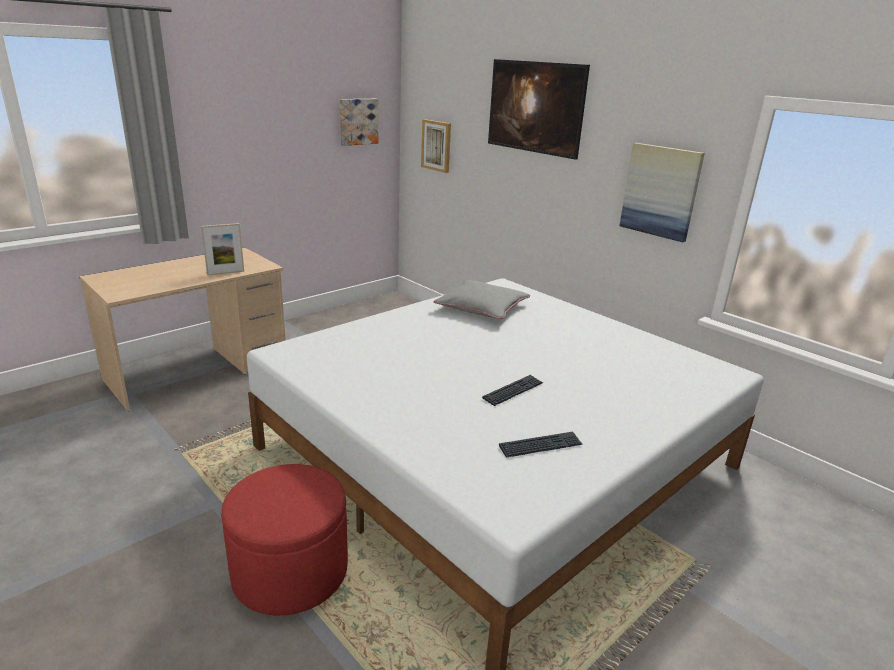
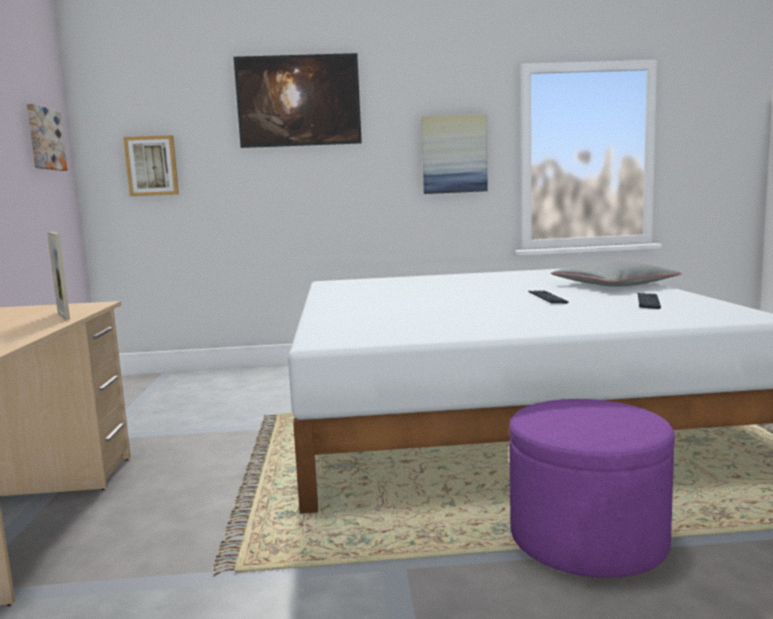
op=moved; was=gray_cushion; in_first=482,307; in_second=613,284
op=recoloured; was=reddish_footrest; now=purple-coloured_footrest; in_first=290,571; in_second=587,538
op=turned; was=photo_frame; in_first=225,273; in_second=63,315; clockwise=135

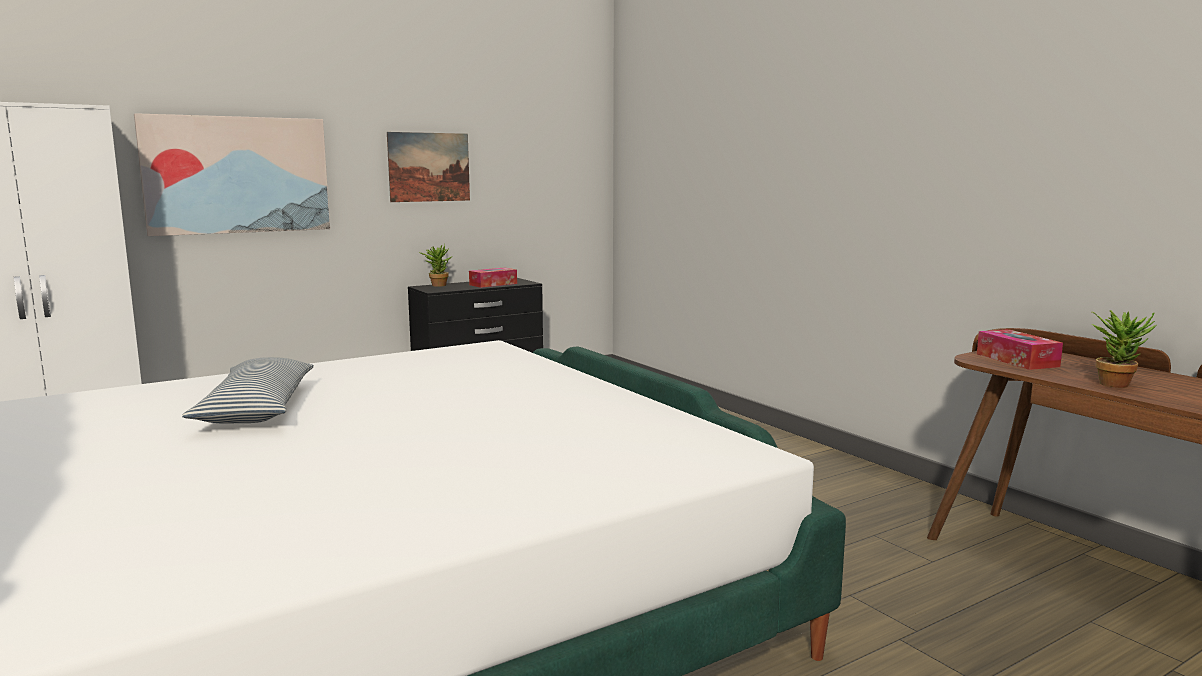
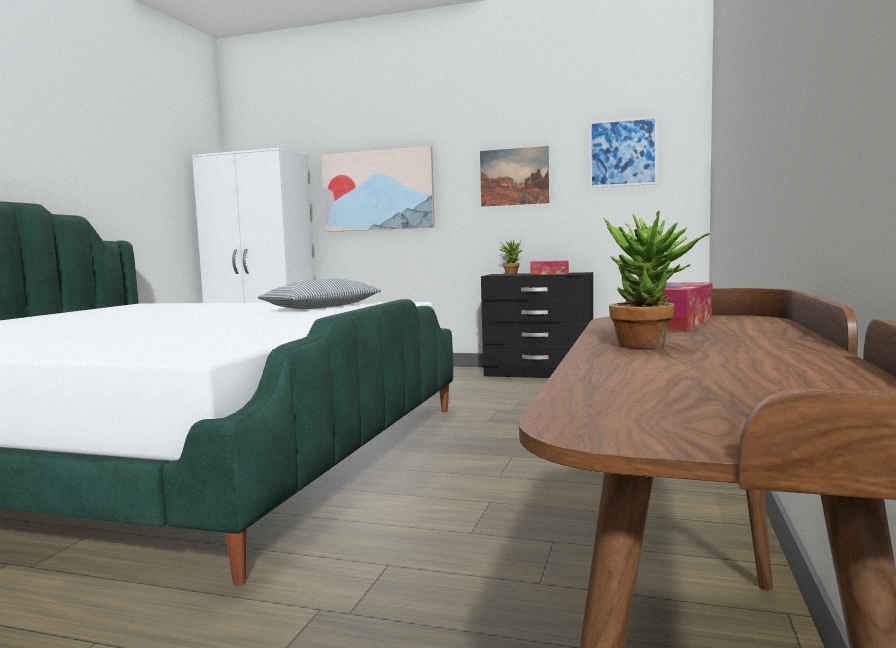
op=added; now=wall_art; in_second=622,152
op=moved; was=cushion; in_first=257,409; in_second=323,307

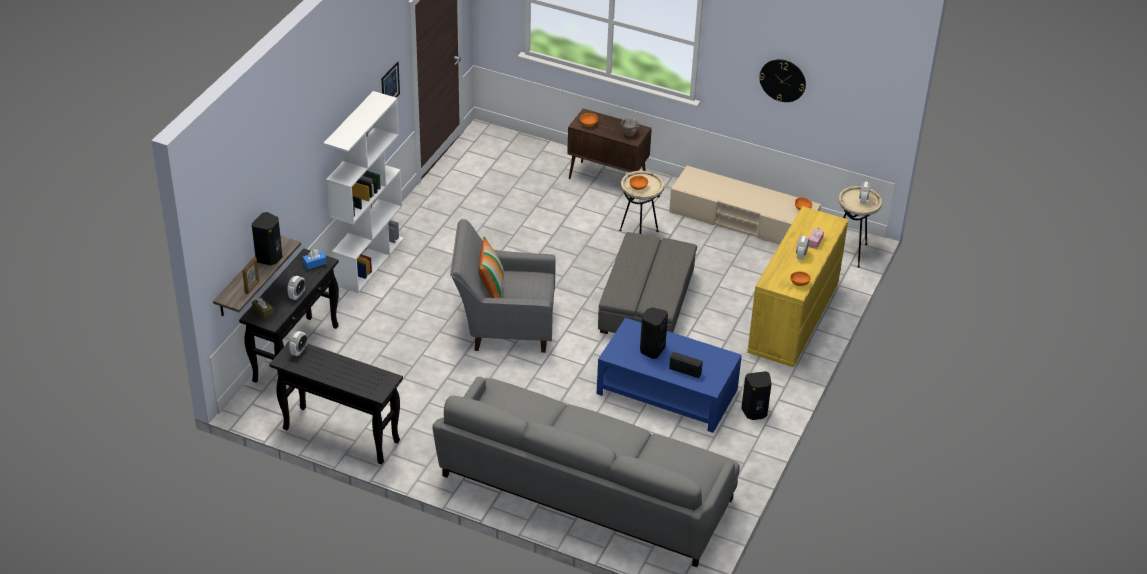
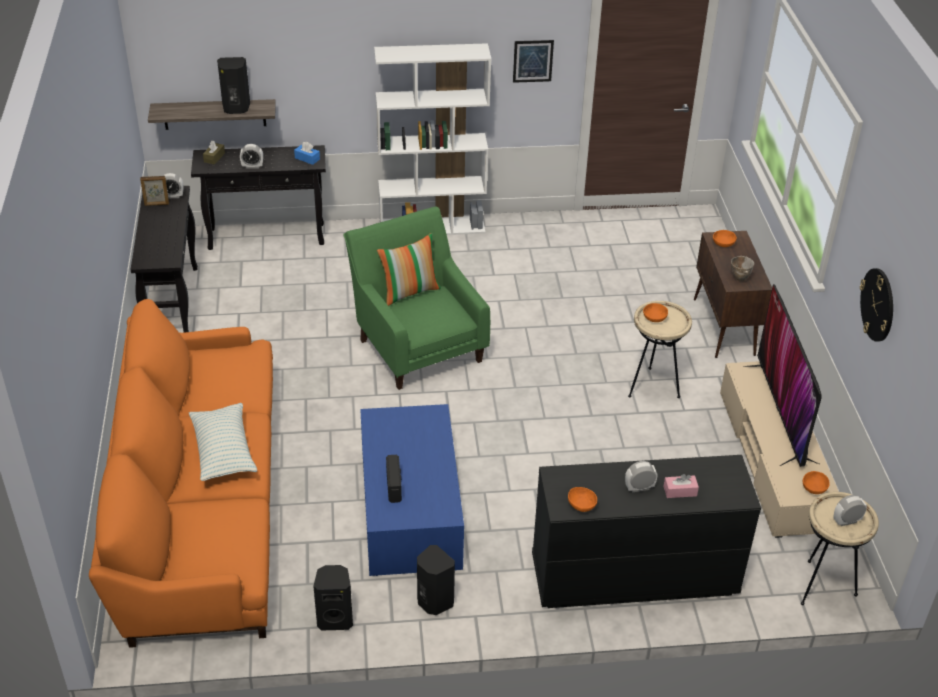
op=removed; was=gray_footrest; in_first=647,302
op=added; now=cushion; in_second=223,451
op=added; now=TV_set; in_second=781,413
op=moved; was=photo_frame; in_first=252,287; in_second=157,204
op=moved; was=black-coloured_audio_speaker; in_first=651,350; in_second=335,619
op=recoloured; was=gray_settee; now=orangey_settee; in_first=584,490; in_second=201,502
op=recoloured; was=gray_lounge_chair; now=green_lounge_chair; in_first=504,324; in_second=417,345
op=recoloured; was=yellow_drawer_chest; now=black-coloured_drawer_chest; in_first=792,321; in_second=632,576

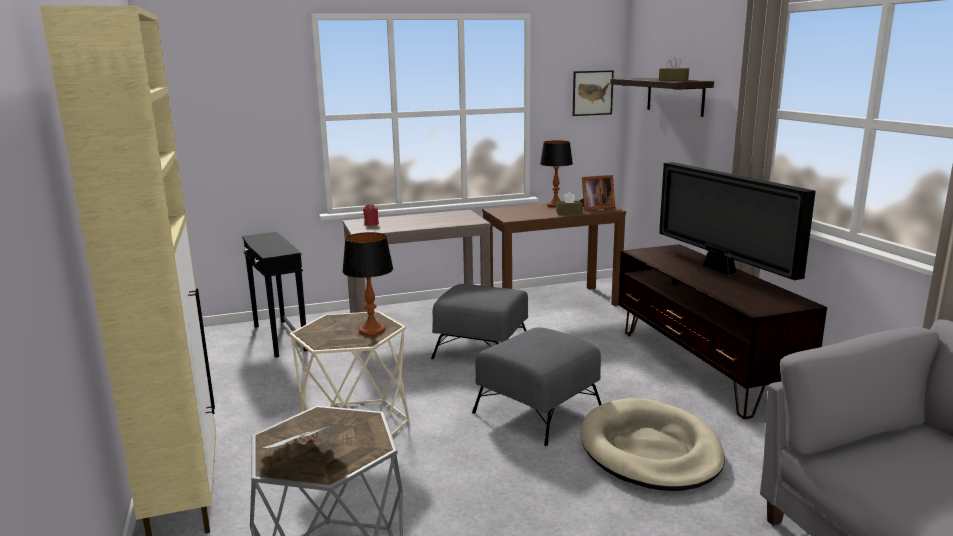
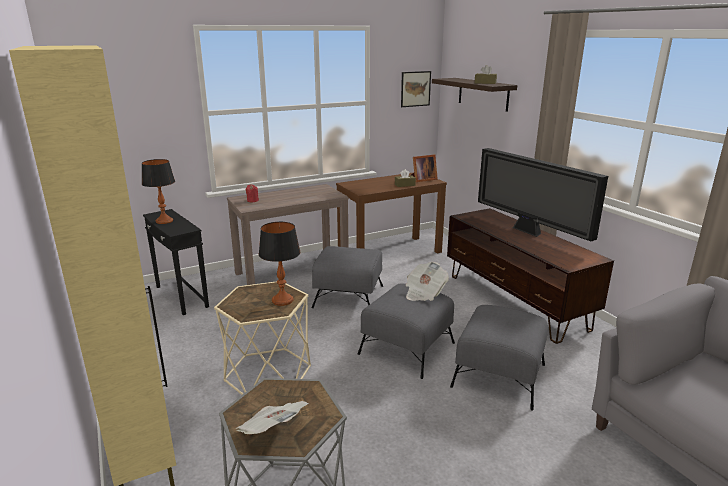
op=added; now=newspaper; in_second=424,293
op=moved; was=tabletop_lamp; in_first=555,205; in_second=164,221
op=replaced; was=beige-coloured_pet_bed; now=gray_footrest; in_first=649,450; in_second=498,375

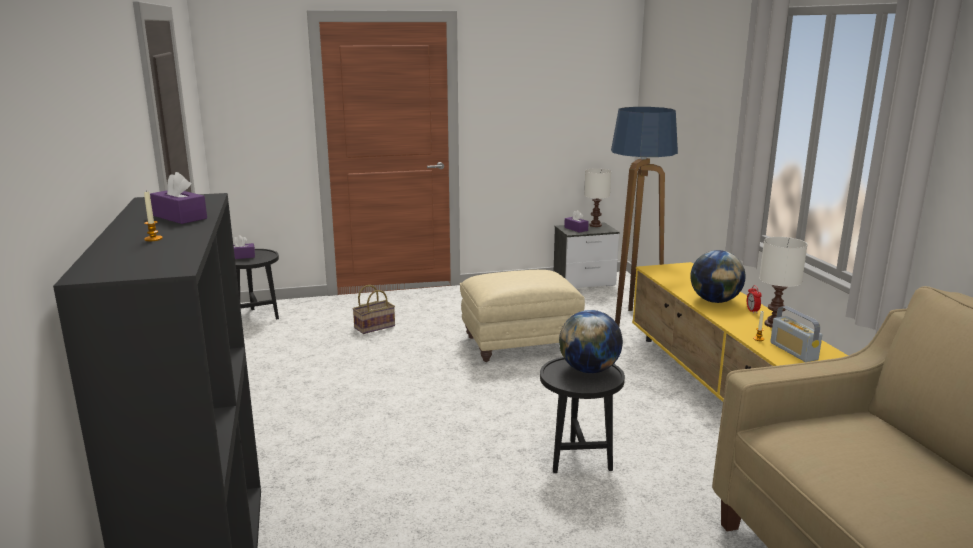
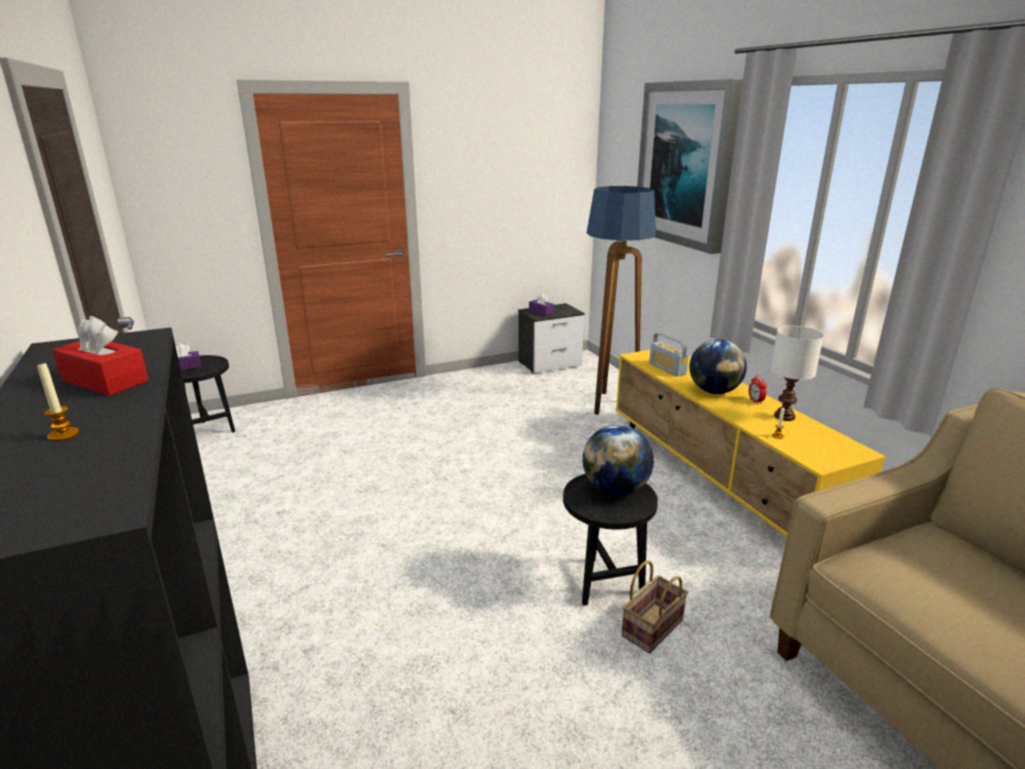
op=removed; was=beige-coloured_footrest; in_first=519,345
op=removed; was=white_tabletop_lamp; in_first=595,225
op=added; now=wall_art; in_second=686,164
op=moved; was=storage_basket; in_first=375,326; in_second=652,626
op=moved; was=radio_receiver; in_first=793,351; in_second=667,368
op=recoloured; was=purple-coloured_tissue_holder; now=reddish_tissue_holder; in_first=180,217; in_second=105,381

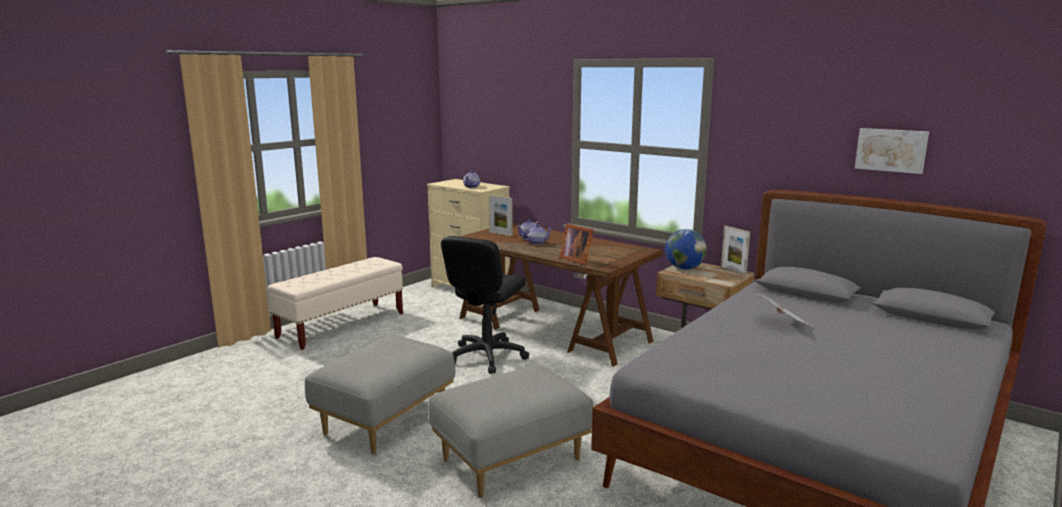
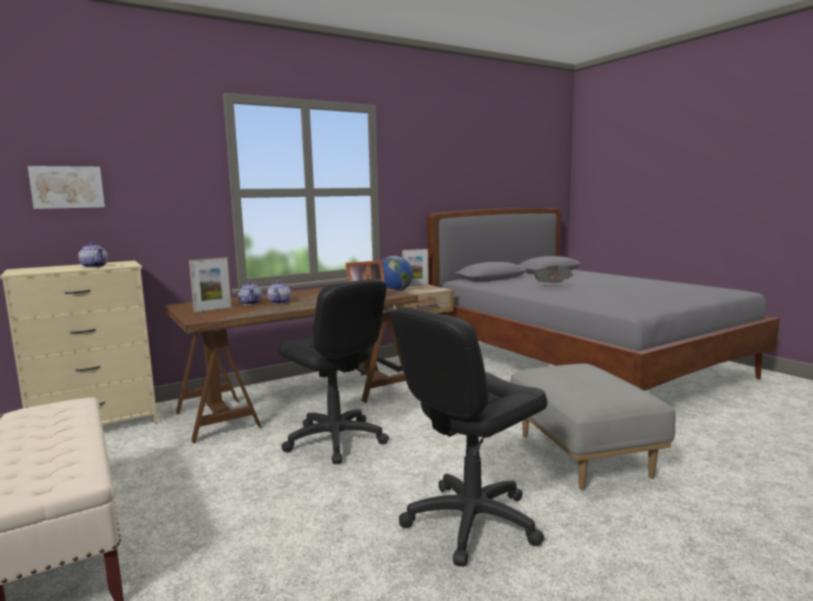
op=moved; was=wall_art; in_first=891,150; in_second=67,187
op=replaced; was=gray_footrest; now=black-coloured_desk_chair; in_first=385,420; in_second=471,521

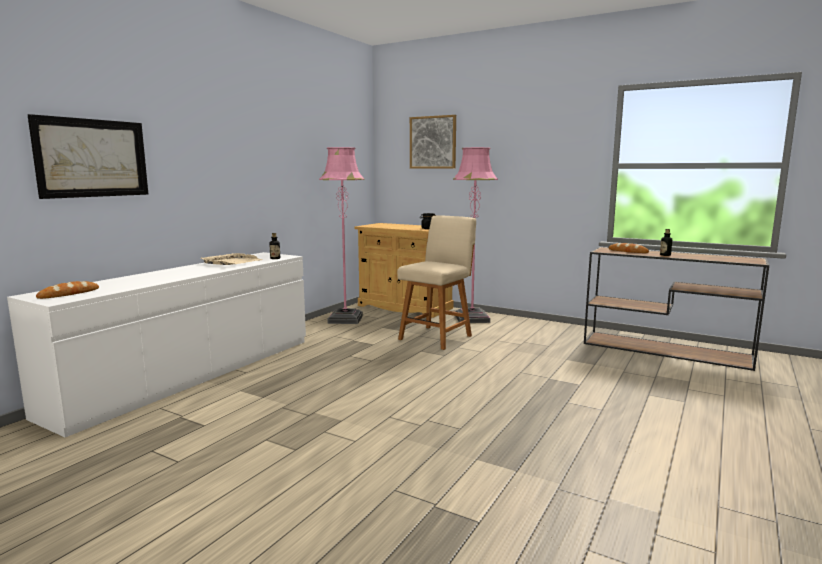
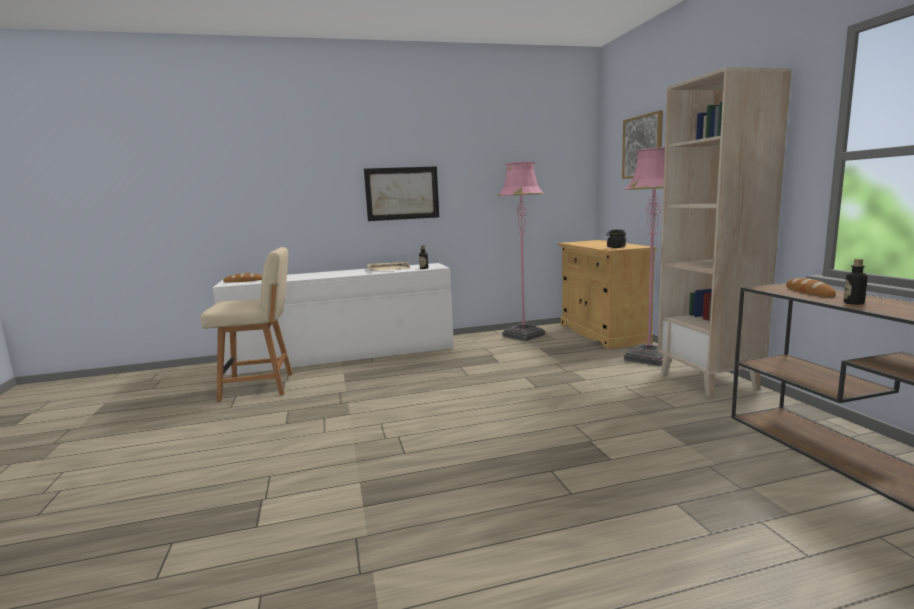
op=added; now=beige-coloured_shelving_unit; in_second=709,380
op=moved; was=wall_art; in_first=92,158; in_second=402,193
op=moved; was=beige-coloured_upright_chair; in_first=437,337; in_second=260,386

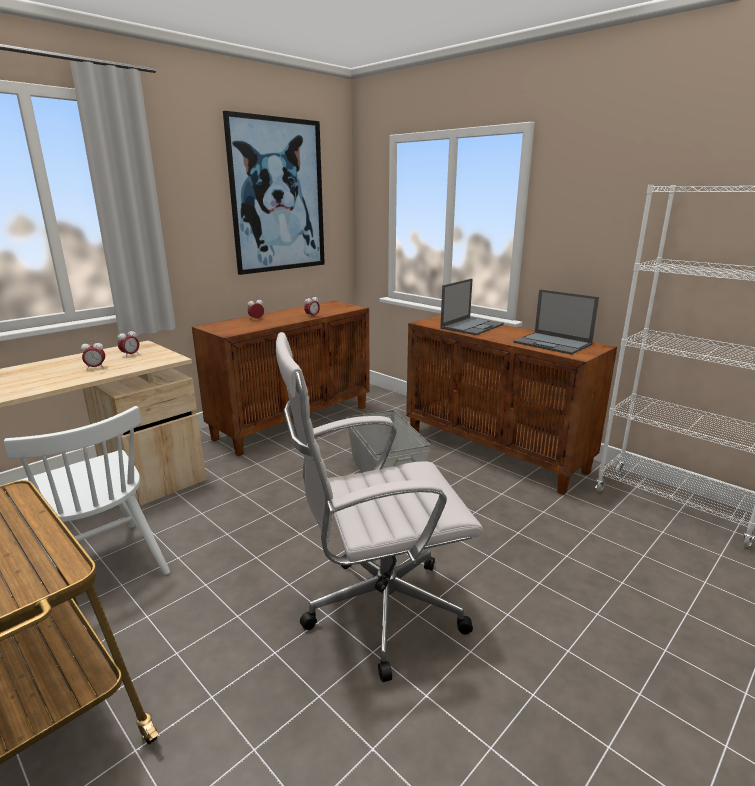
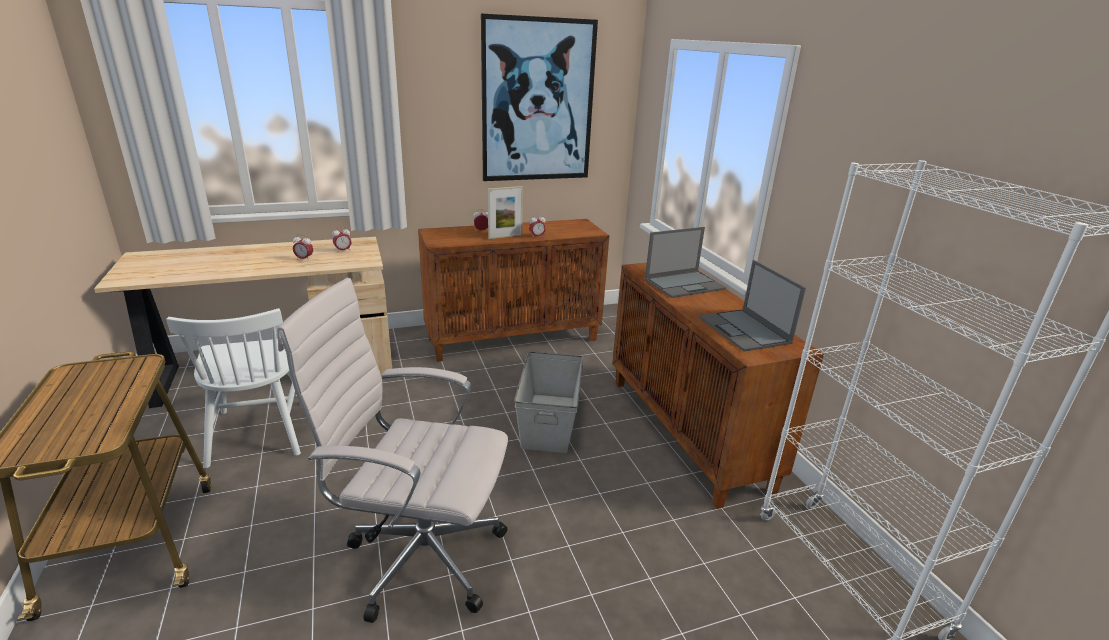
op=added; now=photo_frame; in_second=505,236

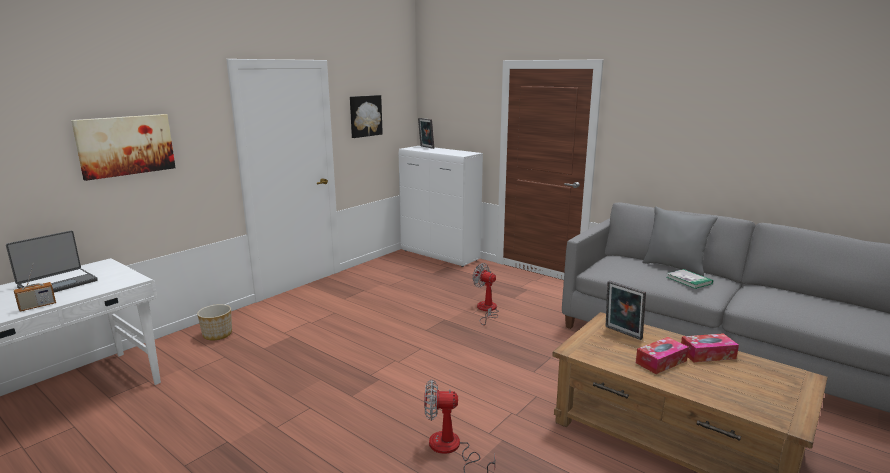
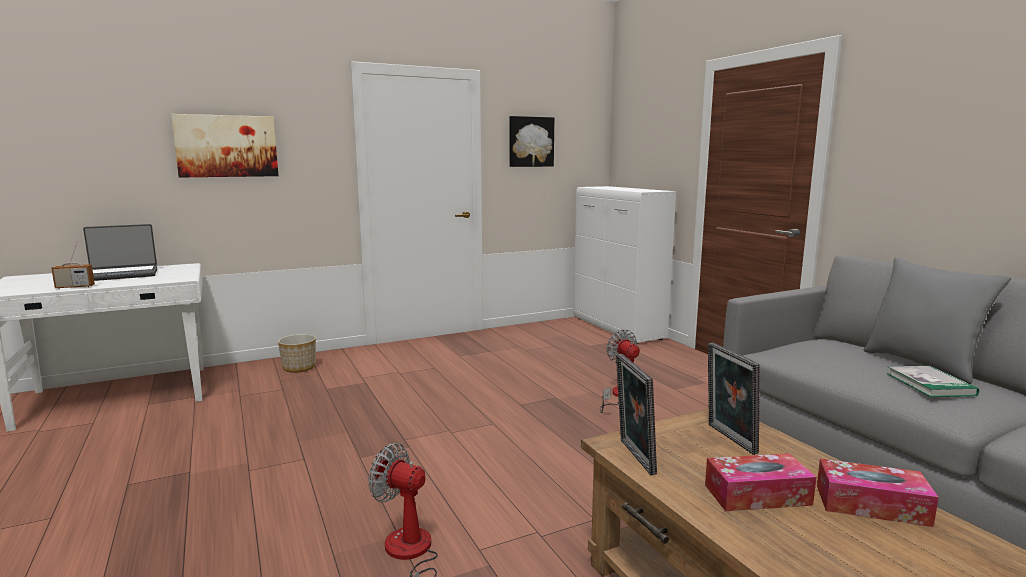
op=moved; was=photo_frame; in_first=426,147; in_second=633,457

